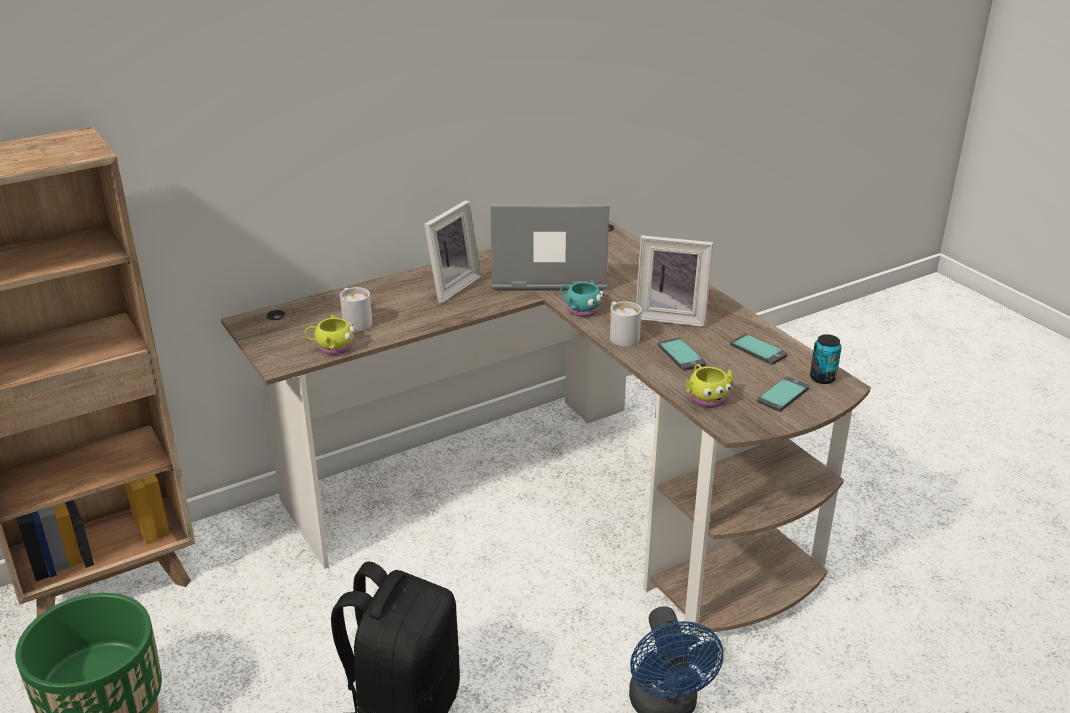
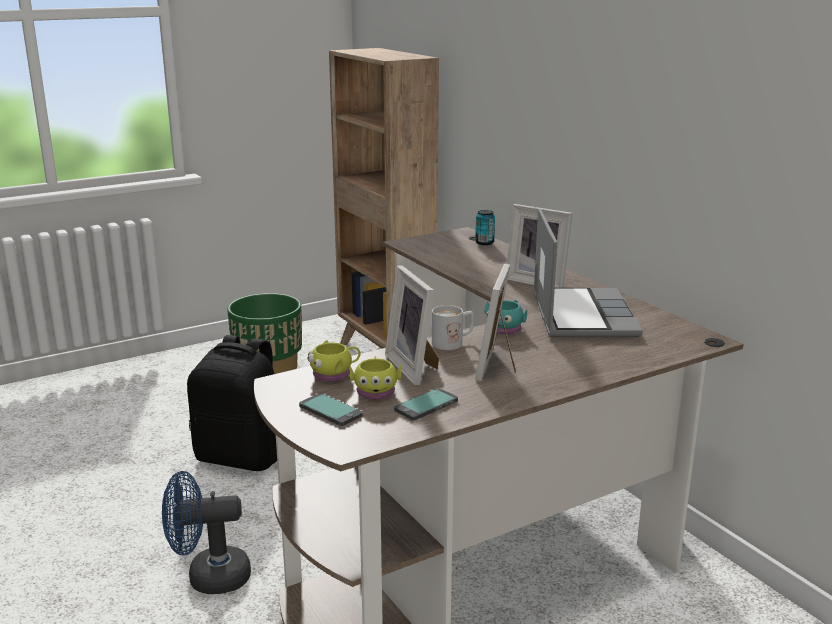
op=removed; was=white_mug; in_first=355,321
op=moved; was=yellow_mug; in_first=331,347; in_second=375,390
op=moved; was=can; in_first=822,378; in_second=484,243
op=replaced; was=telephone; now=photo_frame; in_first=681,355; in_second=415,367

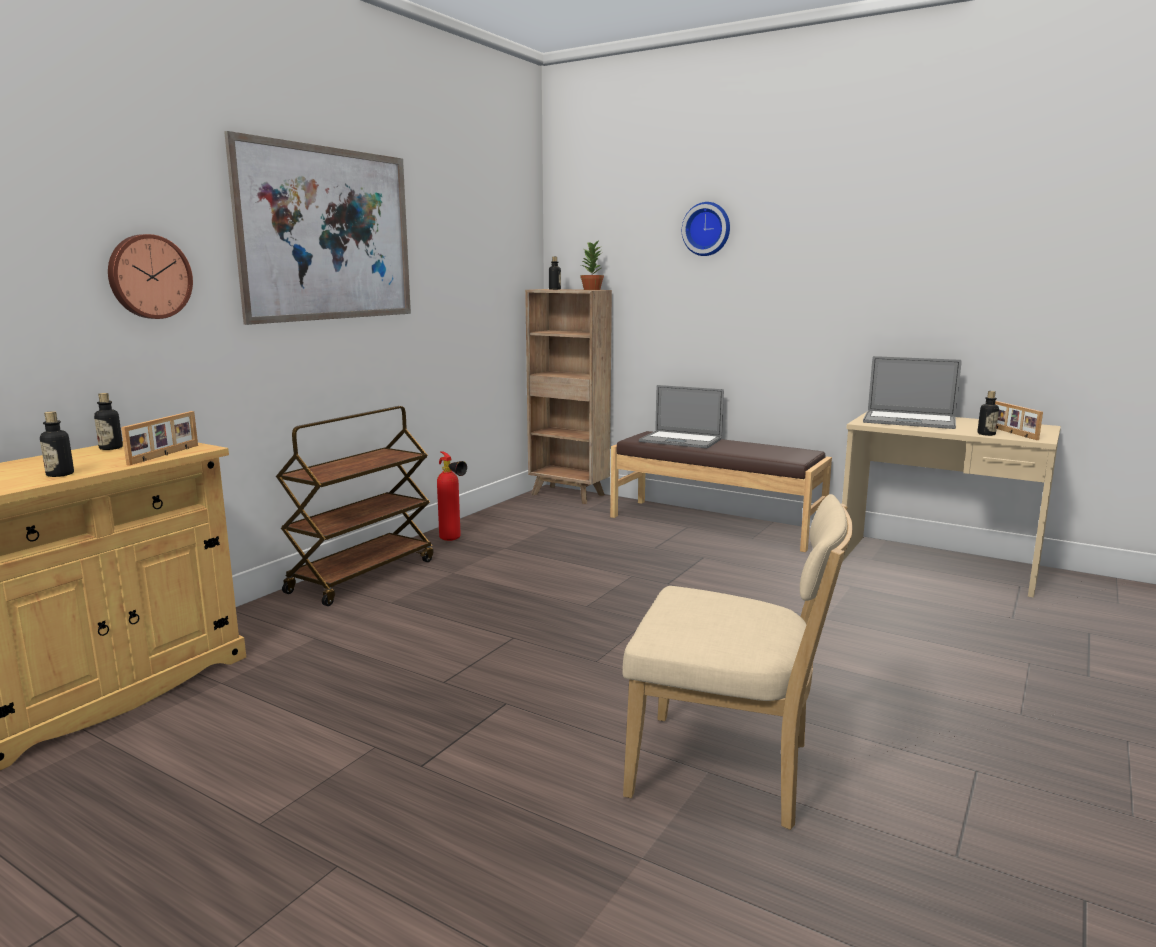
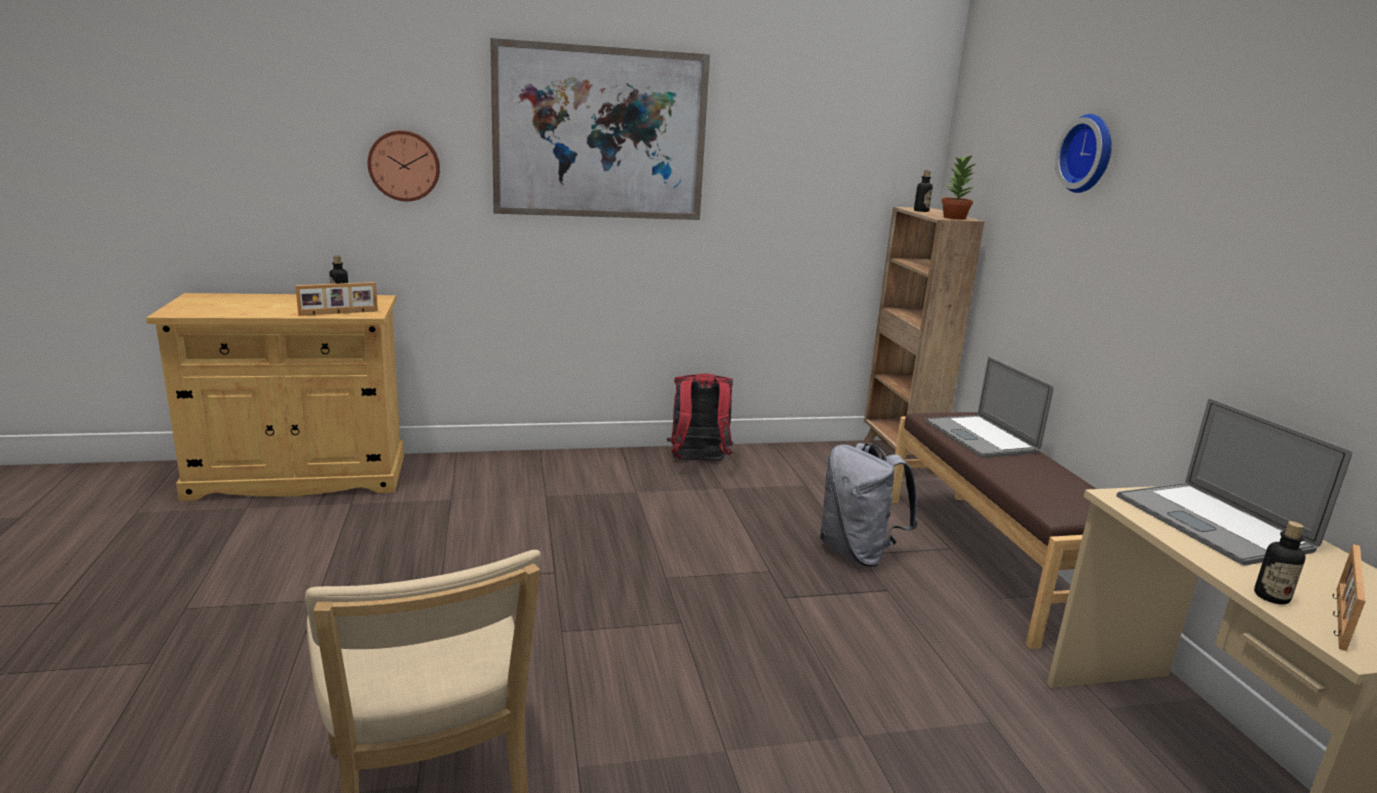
op=removed; was=drink_bottle; in_first=60,474
op=removed; was=brownish_cart; in_first=362,575
op=added; now=gray_rucksack; in_second=858,553
op=replaced; was=fire_extinguisher; now=reddish_rucksack; in_first=453,540; in_second=698,462

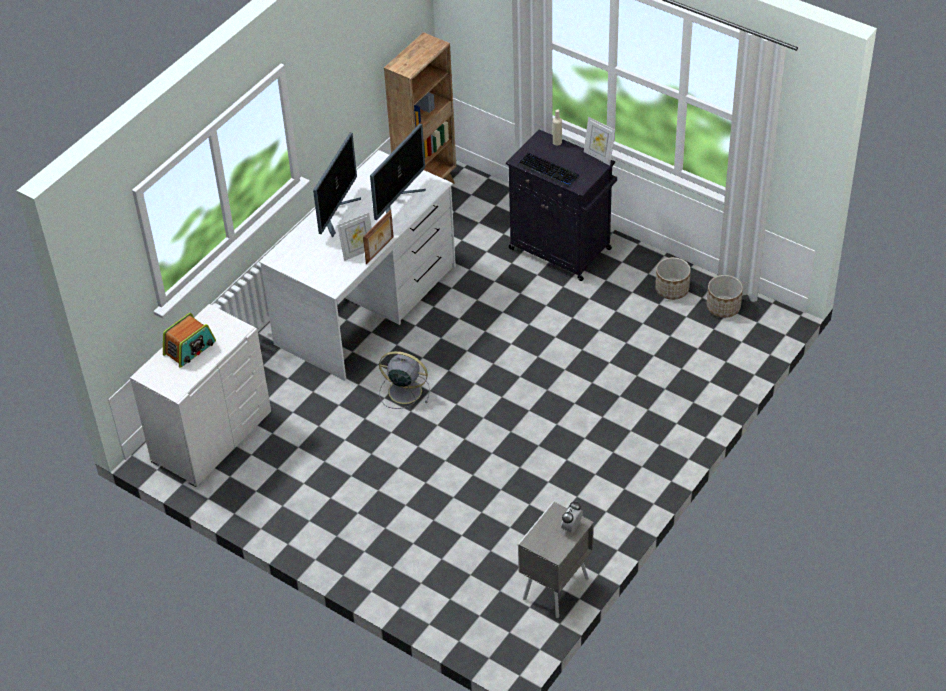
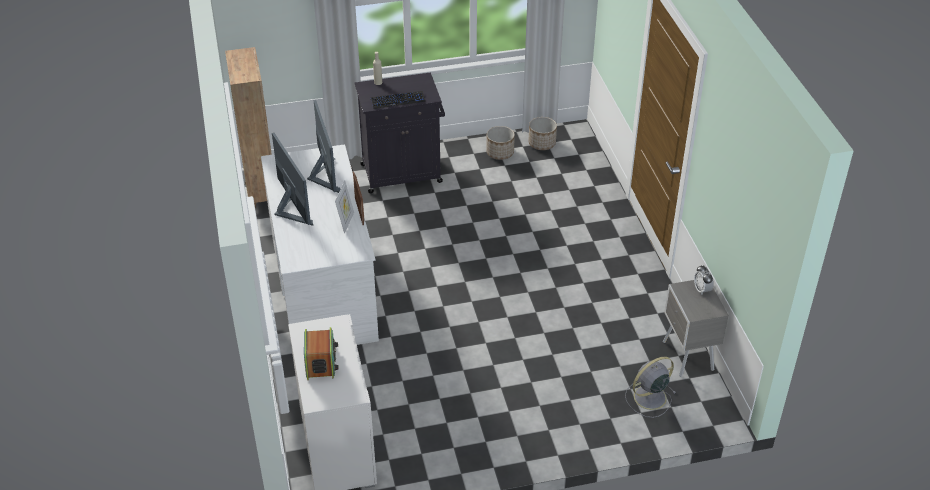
op=removed; was=photo_frame; in_first=598,156
op=moved; was=gray_electric_fan; in_first=403,391; in_second=648,398

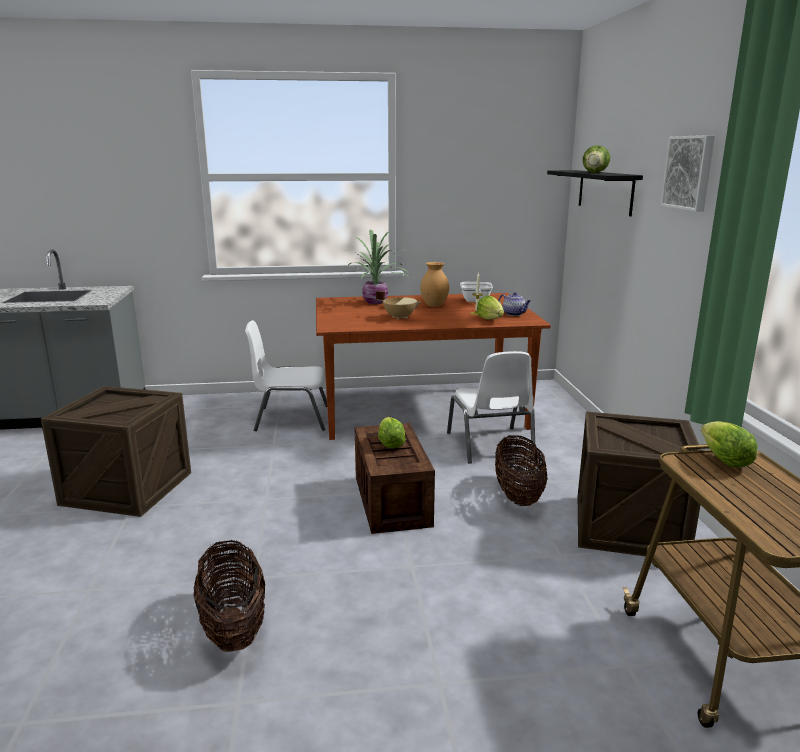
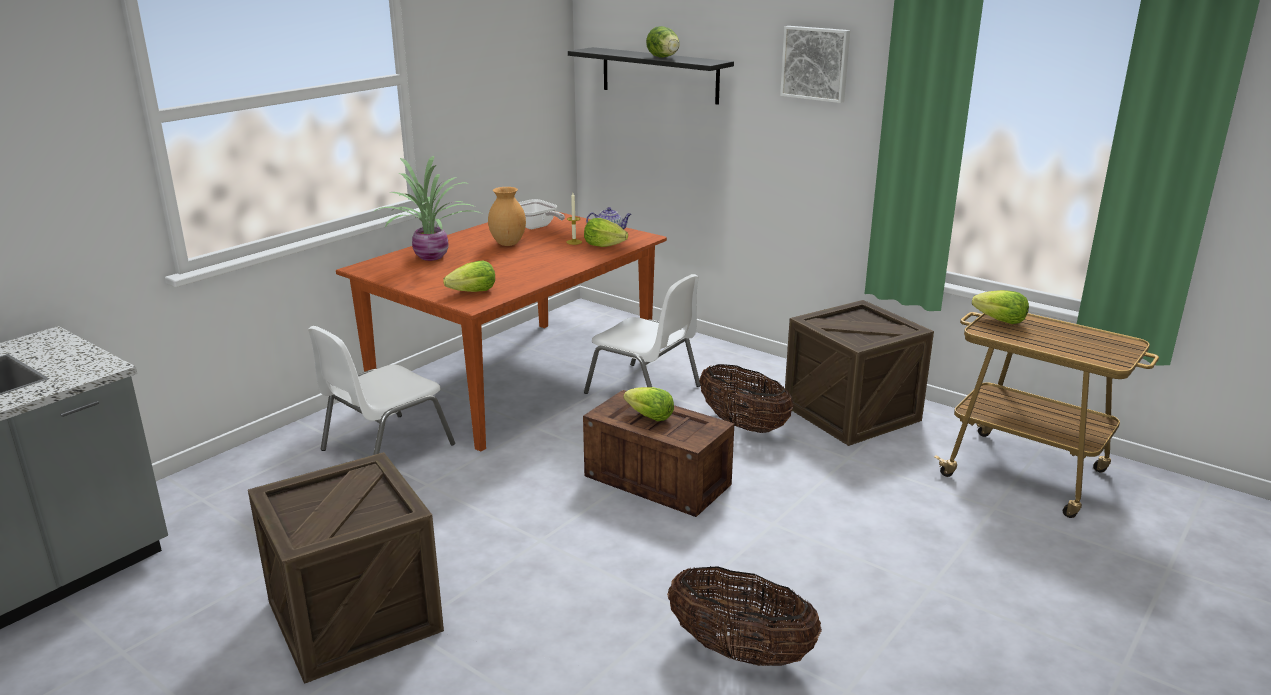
op=removed; was=beige-coloured_cooking_pot; in_first=399,317
op=added; now=head_of_lettuce; in_second=473,292

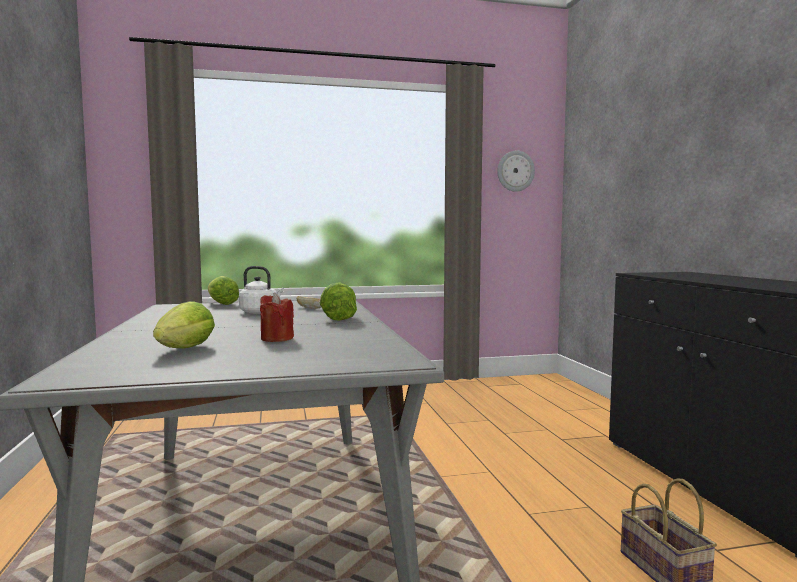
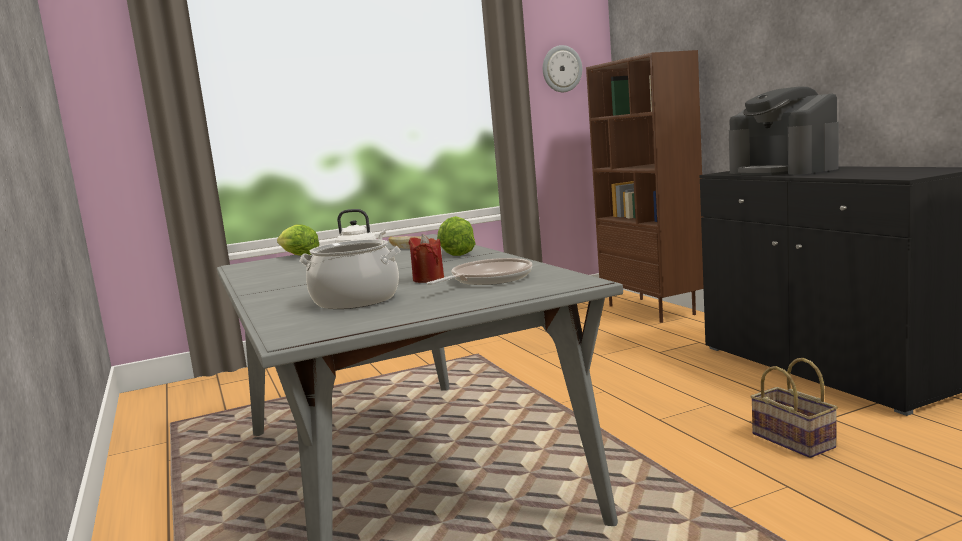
op=added; now=skillet; in_second=488,279
op=added; now=brownish_shelving_unit; in_second=652,310
op=added; now=coffee_maker; in_second=783,170
op=replaced; was=head_of_lettuce; now=cooking_pot; in_first=183,350; in_second=356,300

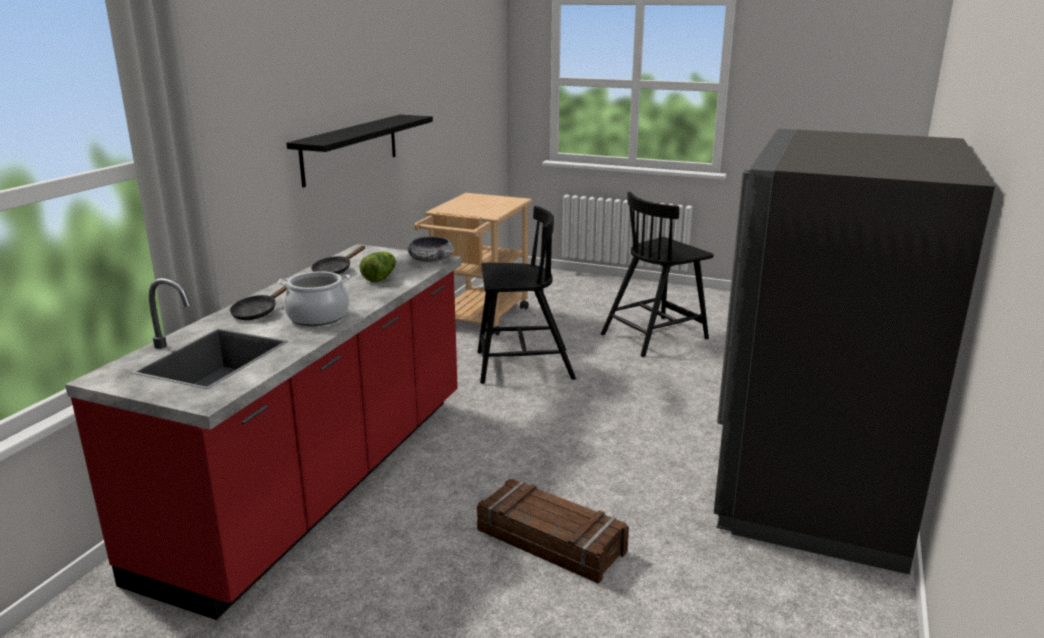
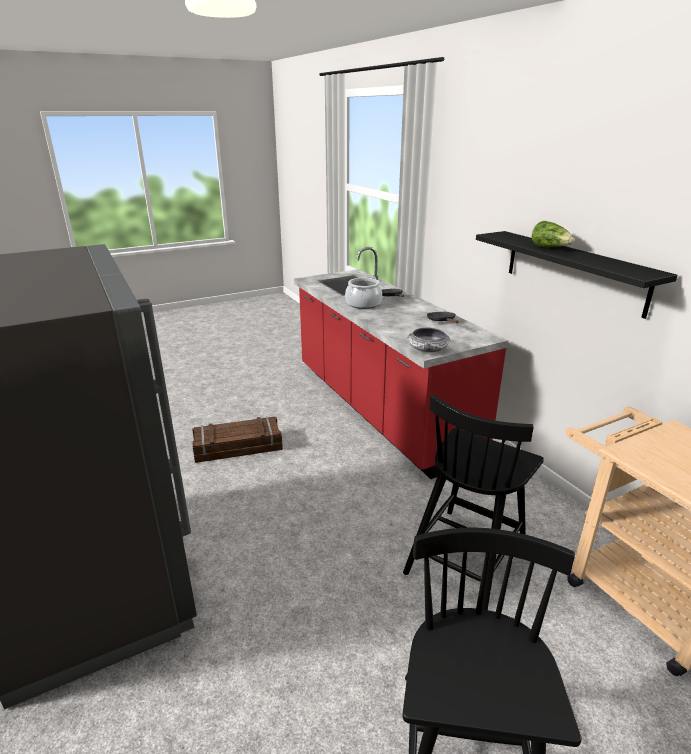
op=moved; was=head_of_lettuce; in_first=380,277; in_second=550,248

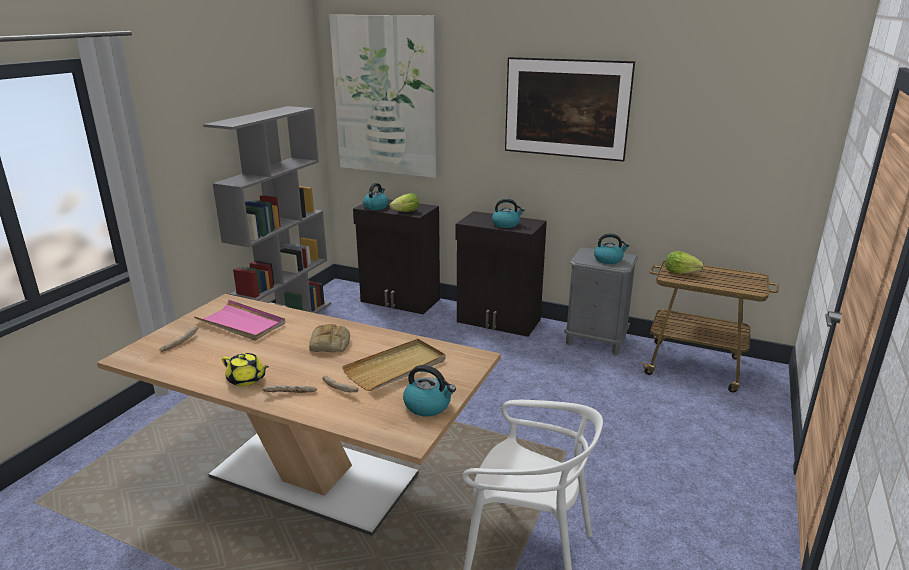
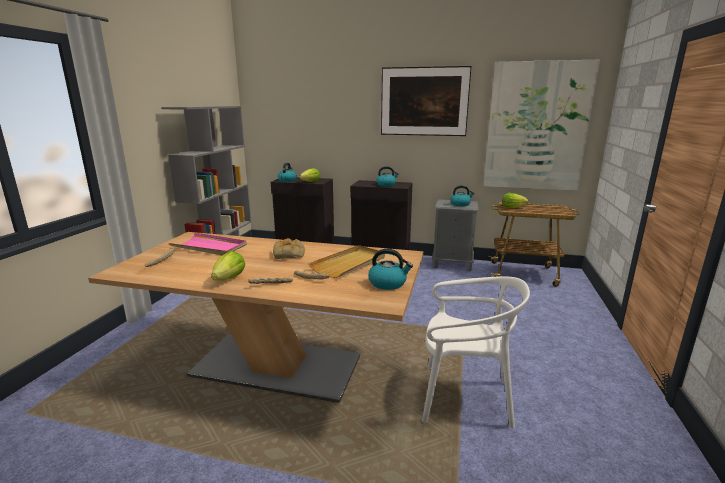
op=moved; was=wall_art; in_first=385,97; in_second=536,127
op=replaced; was=yellow_pot_for_tea; now=head_of_lettuce; in_first=246,380; in_second=229,279

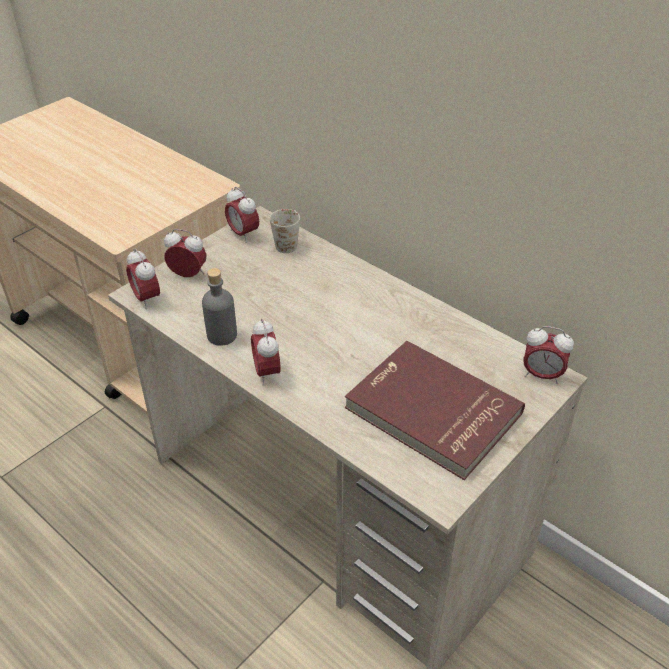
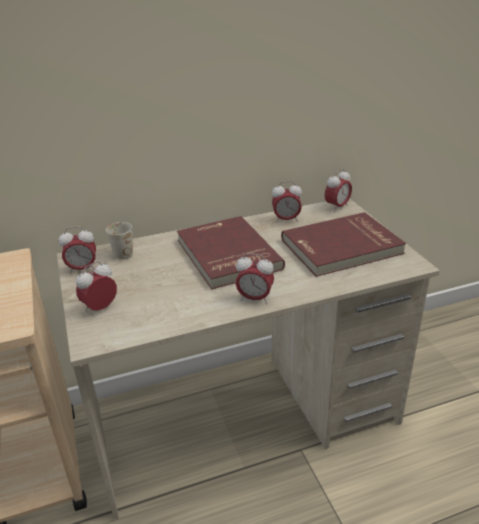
op=removed; was=gray_drink_bottle; in_first=222,335
op=added; now=reddish_volume; in_second=226,255
op=moved; was=bedside_clock; in_first=146,299; in_second=286,220

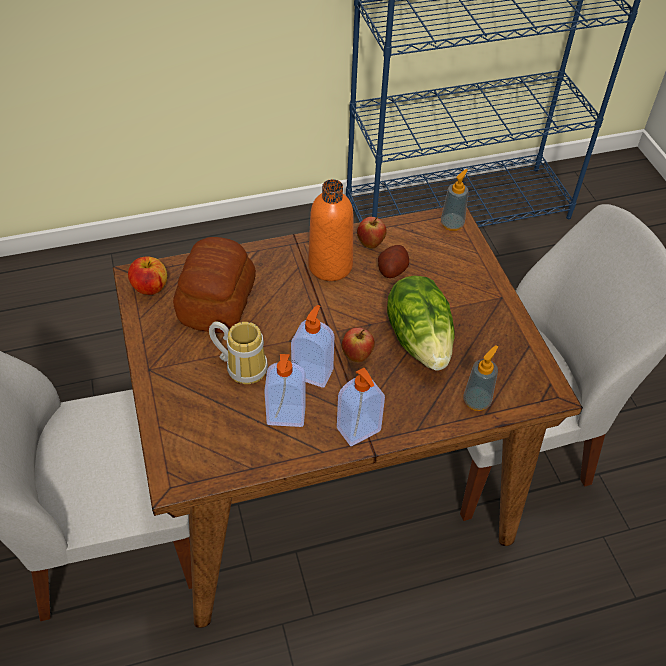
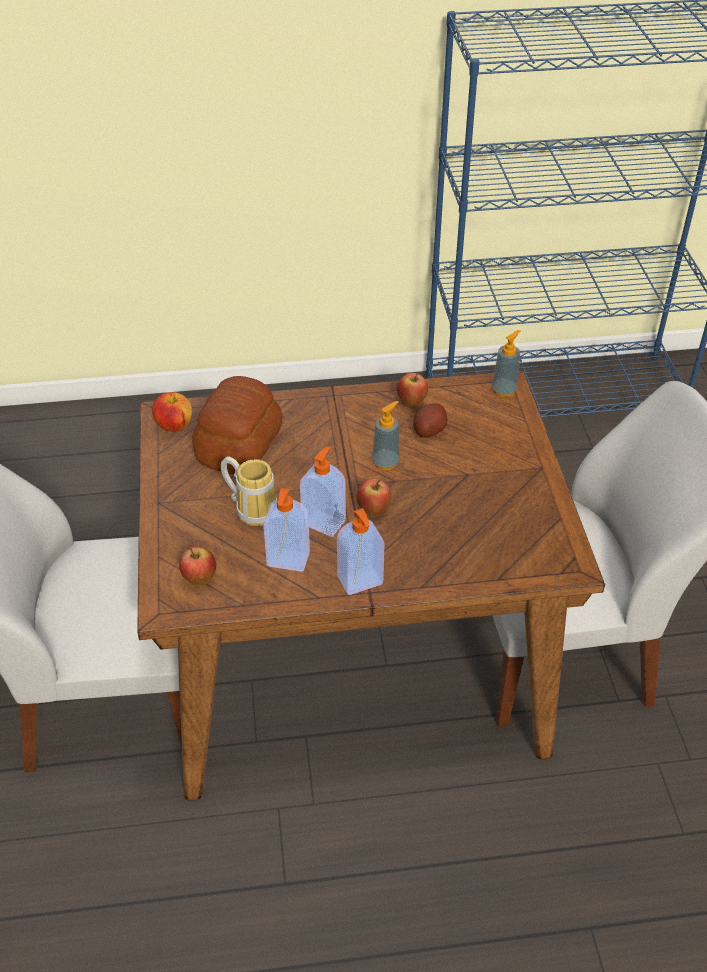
op=removed; was=orangey_drink_bottle; in_first=330,266
op=removed; was=head_of_lettuce; in_first=420,339
op=added; now=apple; in_second=199,579
op=moved; was=liquid_soap_bottle; in_first=476,401; in_second=386,462

